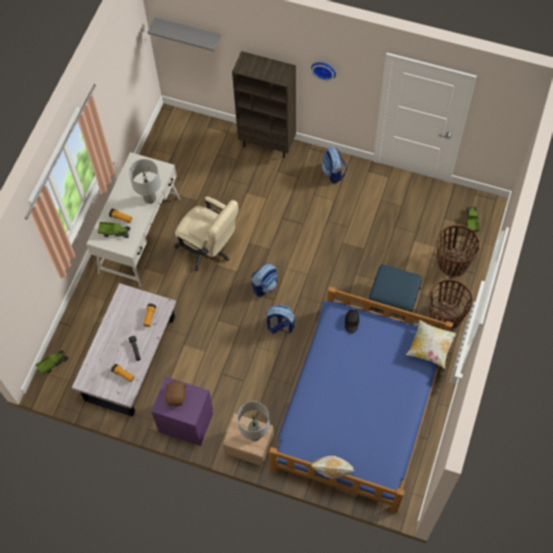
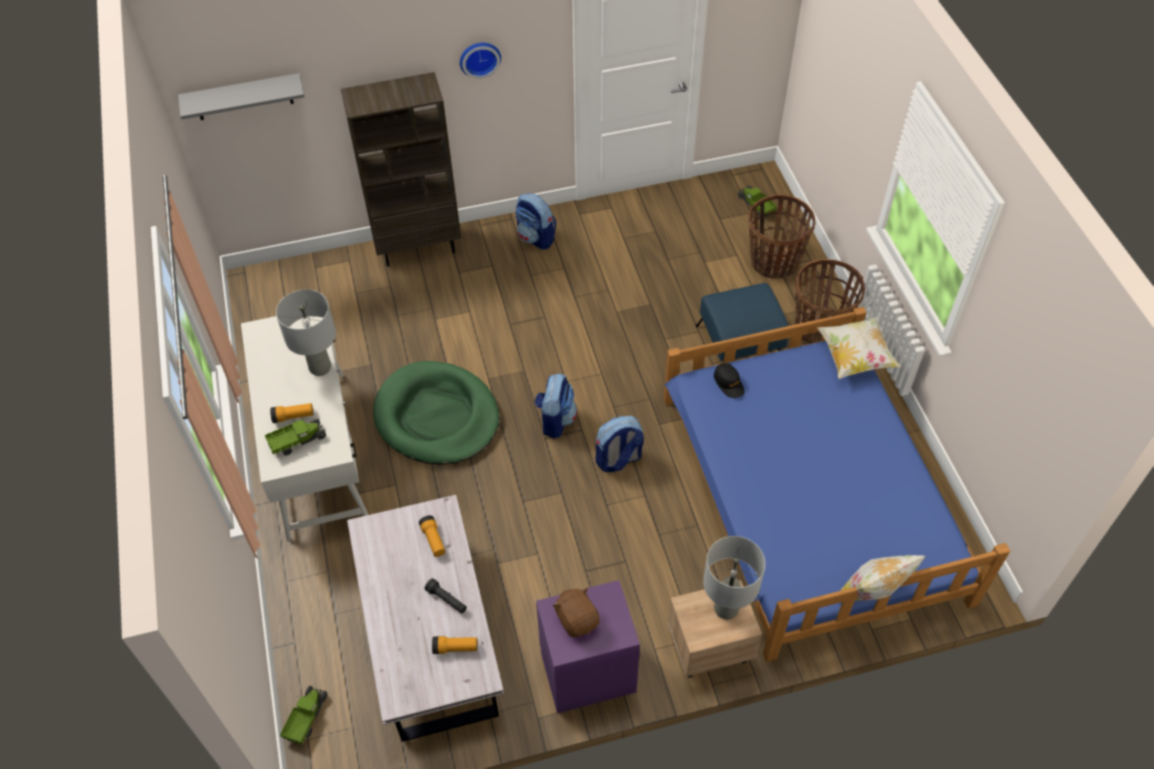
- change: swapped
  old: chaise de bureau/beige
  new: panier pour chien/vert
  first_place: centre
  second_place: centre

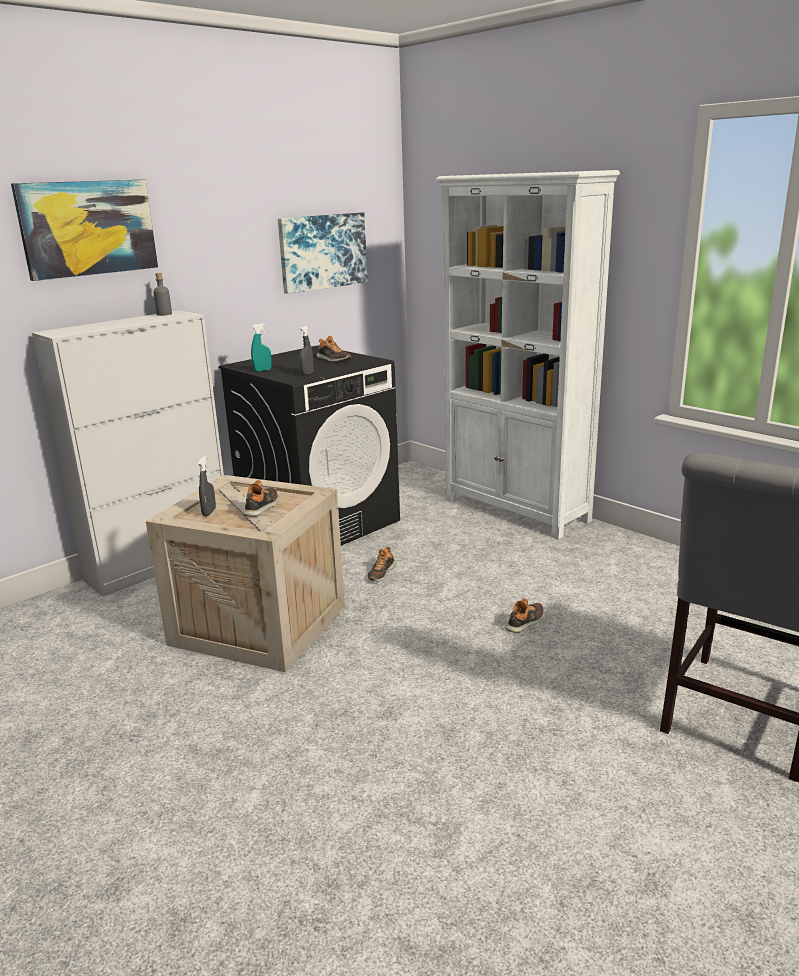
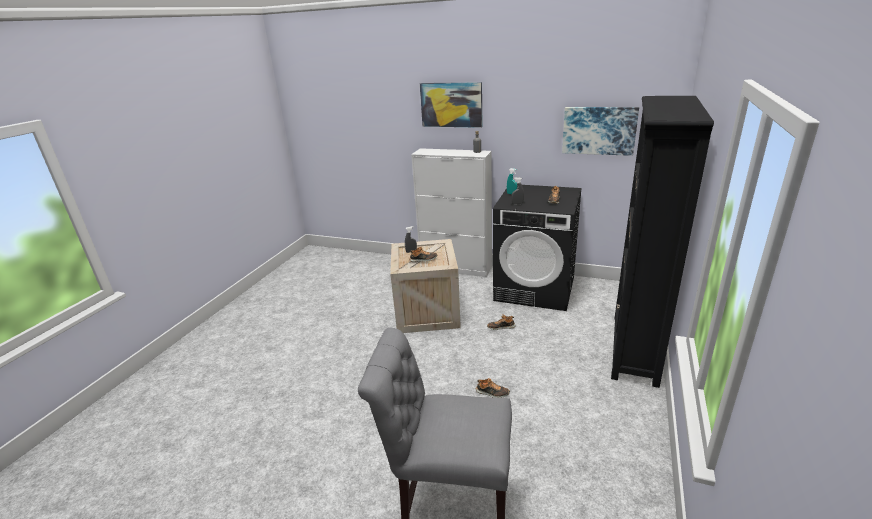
- change: repainted
  old: bibliothèque/blanc
  new: bibliothèque/noir
  first_place: centre
  second_place: middle right

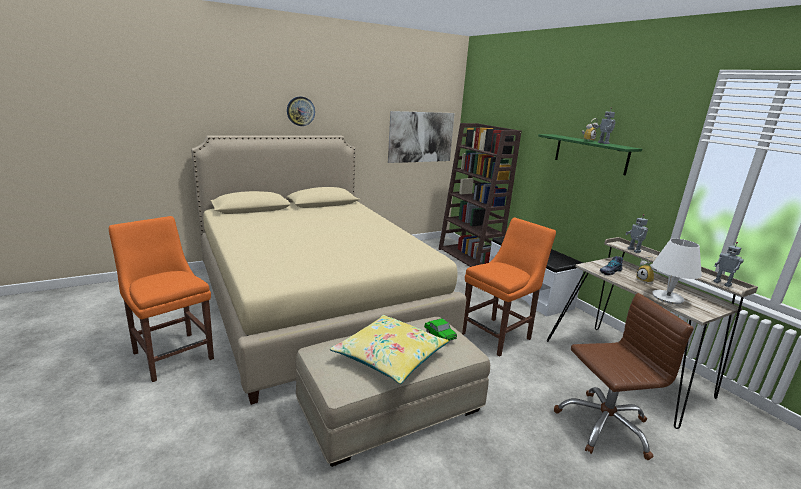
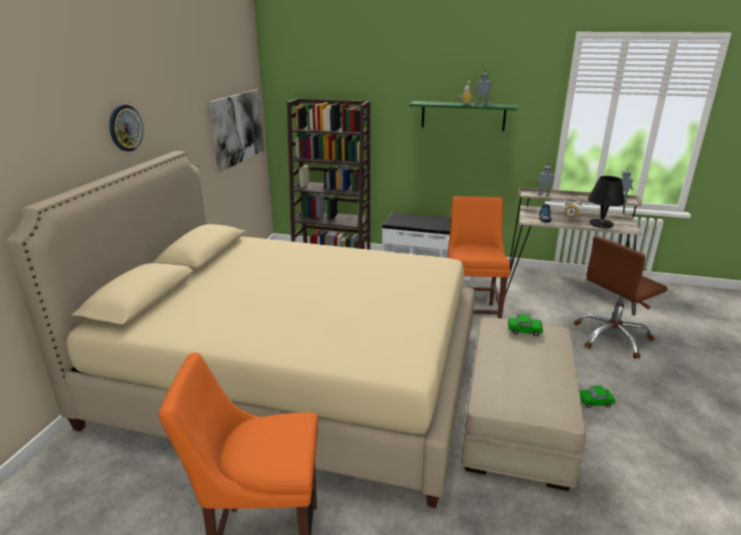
- change: gone
  old: coussin/jaune
  first_place: bottom centre
- change: rotated
  old: chaise de bureau/marron
  first_place: bottom right
  second_place: middle right
  degrees: -150
- change: repainted
  old: lampe de table/blanc
  new: lampe de table/noir
  first_place: middle right
  second_place: middle right
- change: new
  new: petite voiture (no. 2 from left)
  second_place: bottom right

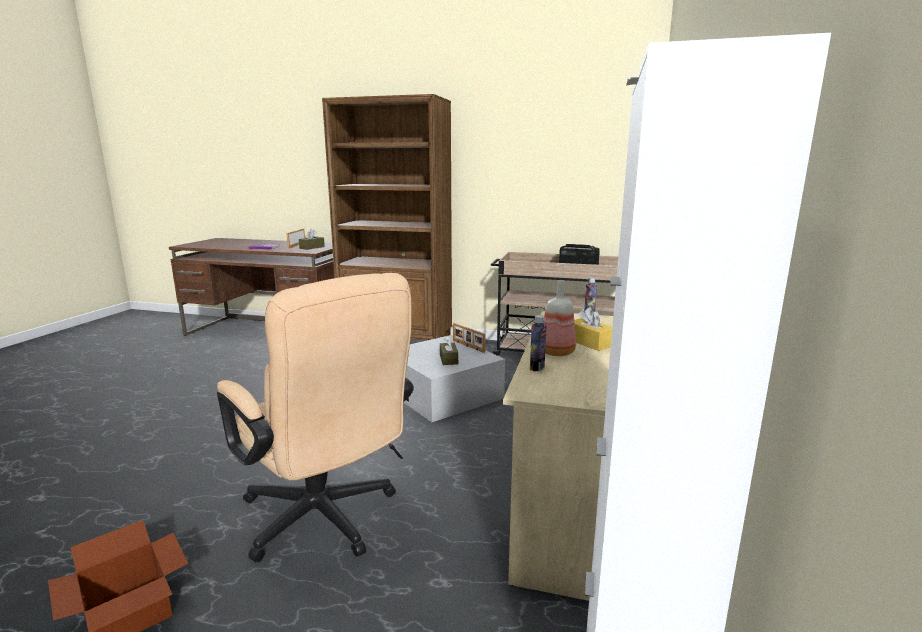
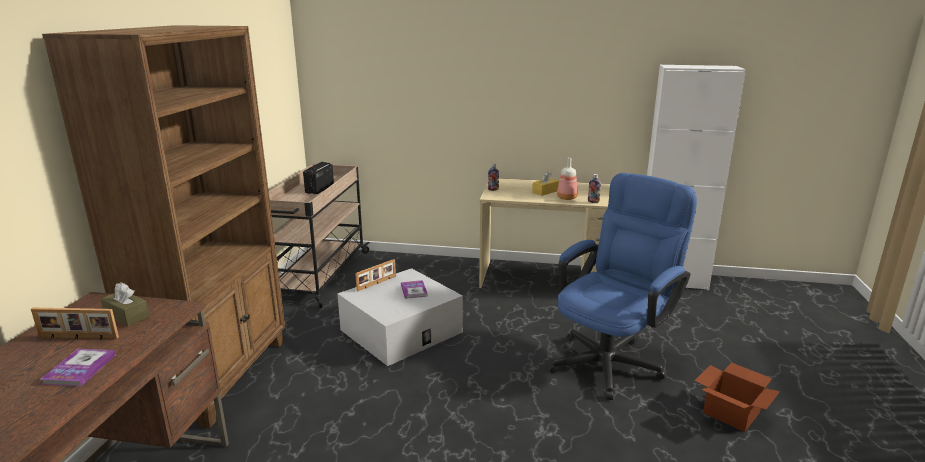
- change: repainted
  old: chaise de bureau/beige
  new: chaise de bureau/bleu
  first_place: centre
  second_place: middle right
- change: swapped
  old: boîte à mouchoirs/marron (no. 2 from left)
  new: livre (no. 2 from left)
  first_place: centre
  second_place: centre

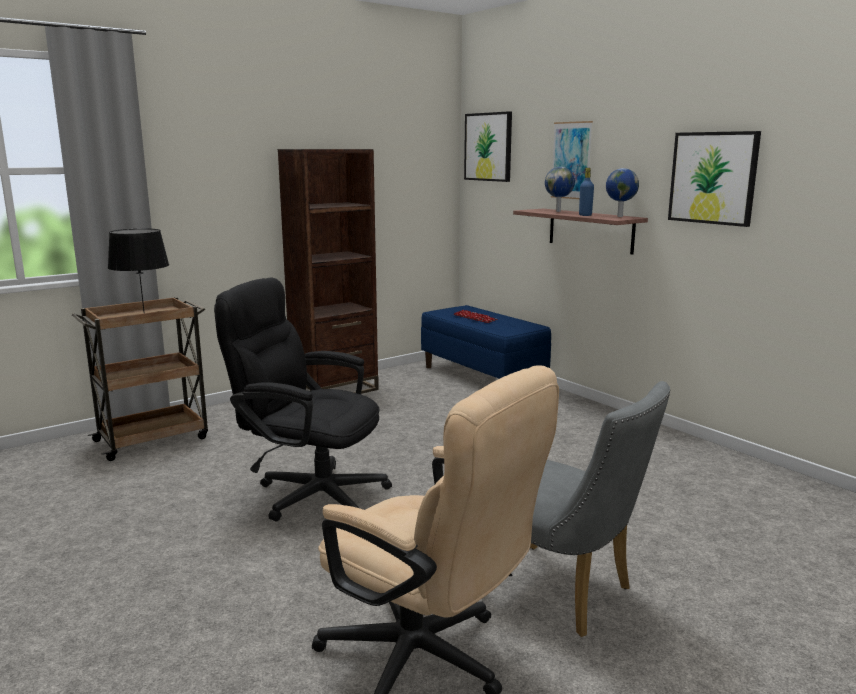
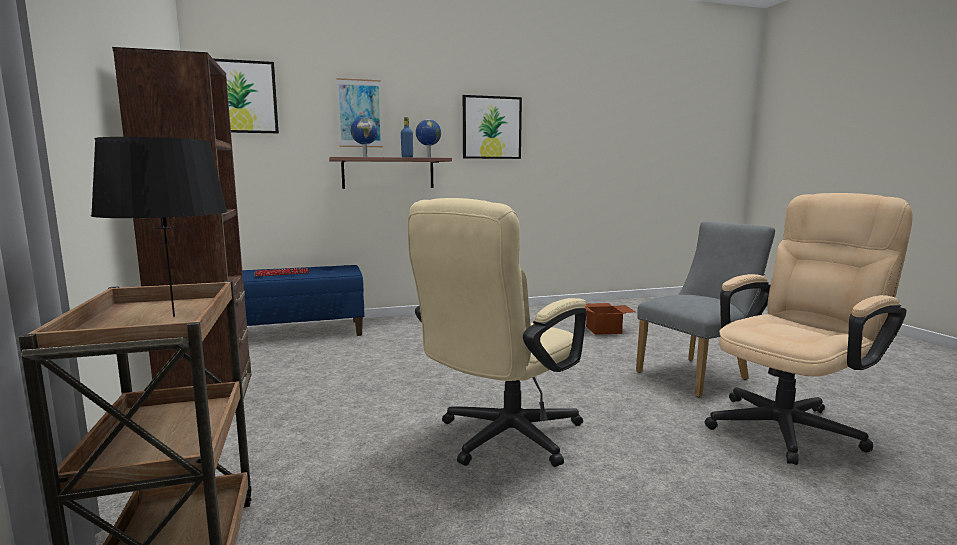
- change: repainted
  old: chaise de bureau/noir
  new: chaise de bureau/beige (no. 1 from left)
  first_place: centre
  second_place: centre
- change: new
  new: carton
  second_place: centre

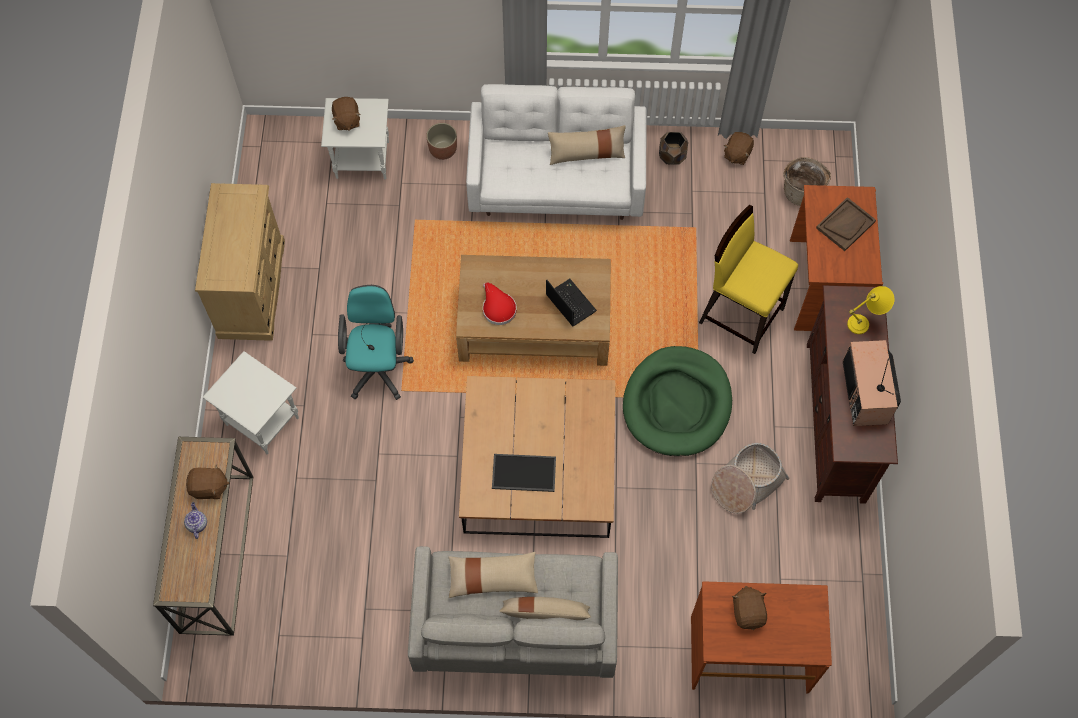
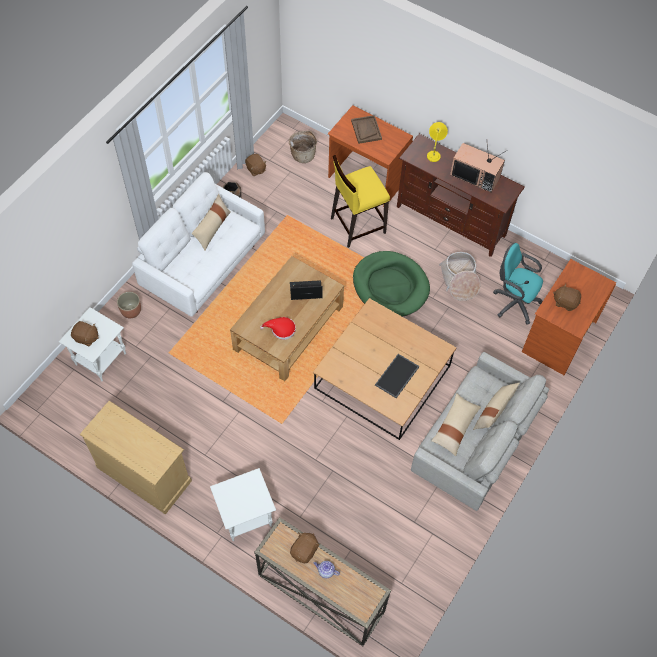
- change: shifted
  old: chaise de bureau/turquoise
  first_place: centre
  second_place: middle right

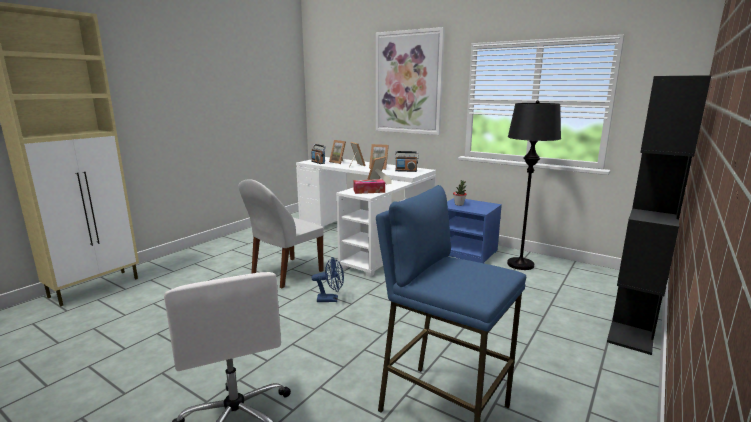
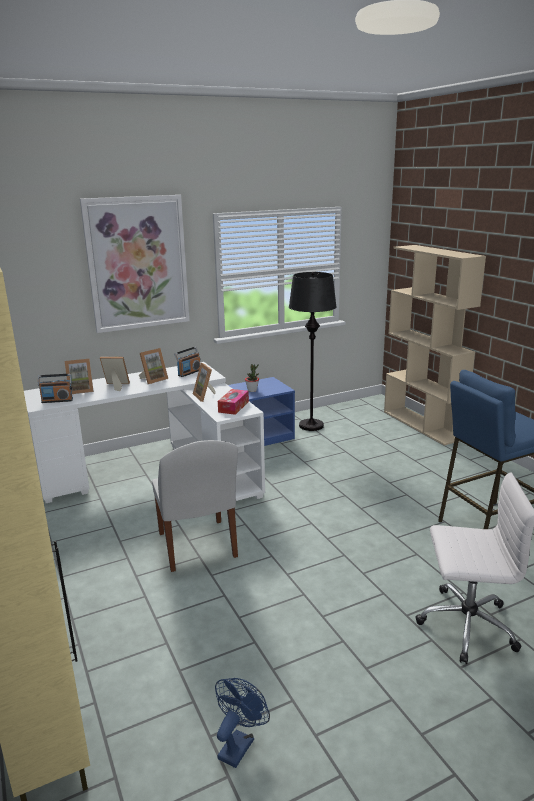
- change: shifted
  old: ventilateur/bleu
  first_place: centre
  second_place: bottom centre
- change: repainted
  old: bibliothèque/noir
  new: bibliothèque/beige
  first_place: middle right
  second_place: middle right

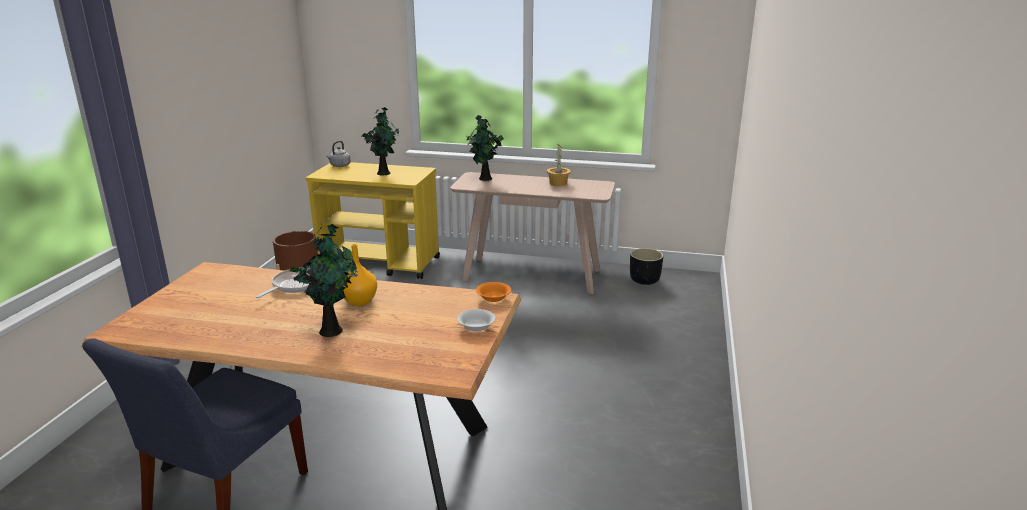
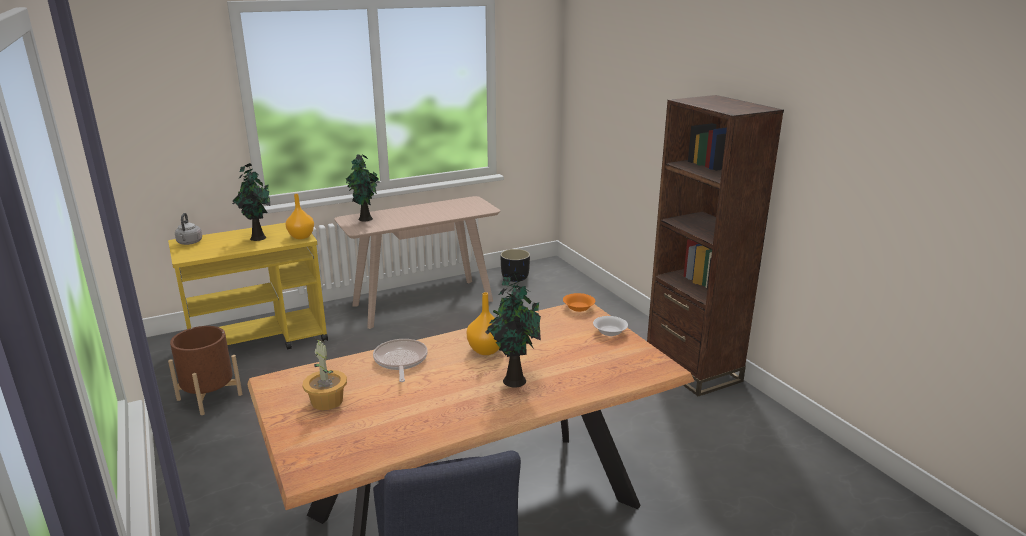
- change: shifted
  old: plante en pot (no. 4 from left in the first image)
  new: plante en pot (no. 2 from left)
  first_place: top centre
  second_place: bottom left
- change: new
  new: vase/orange (no. 1 from left)
  second_place: middle left
- change: new
  new: bibliothèque/marron
  second_place: middle right

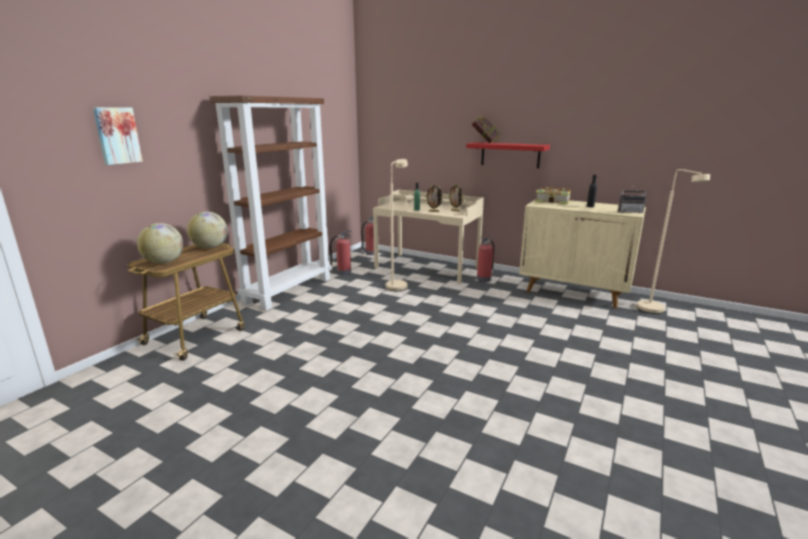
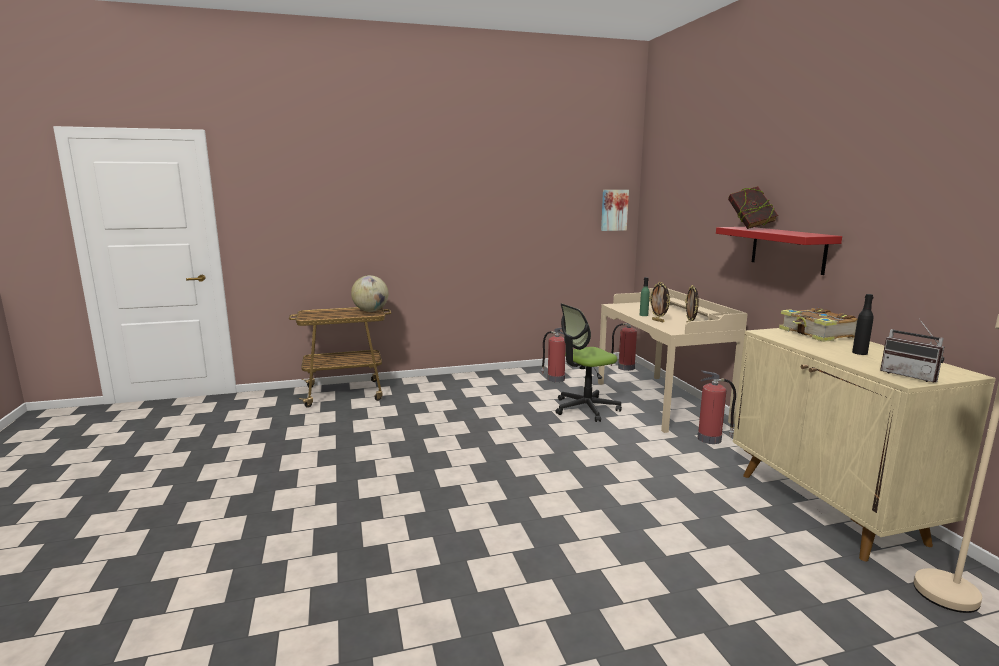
- change: shifted
  old: tableau
  first_place: top left
  second_place: top centre
- change: gone
  old: globe (no. 1 from left)
  first_place: middle left
- change: gone
  old: bibliothèque/marron
  first_place: centre
- change: swapped
  old: lampadaire/beige (no. 1 from left)
  new: chaise de bureau
  first_place: centre
  second_place: centre

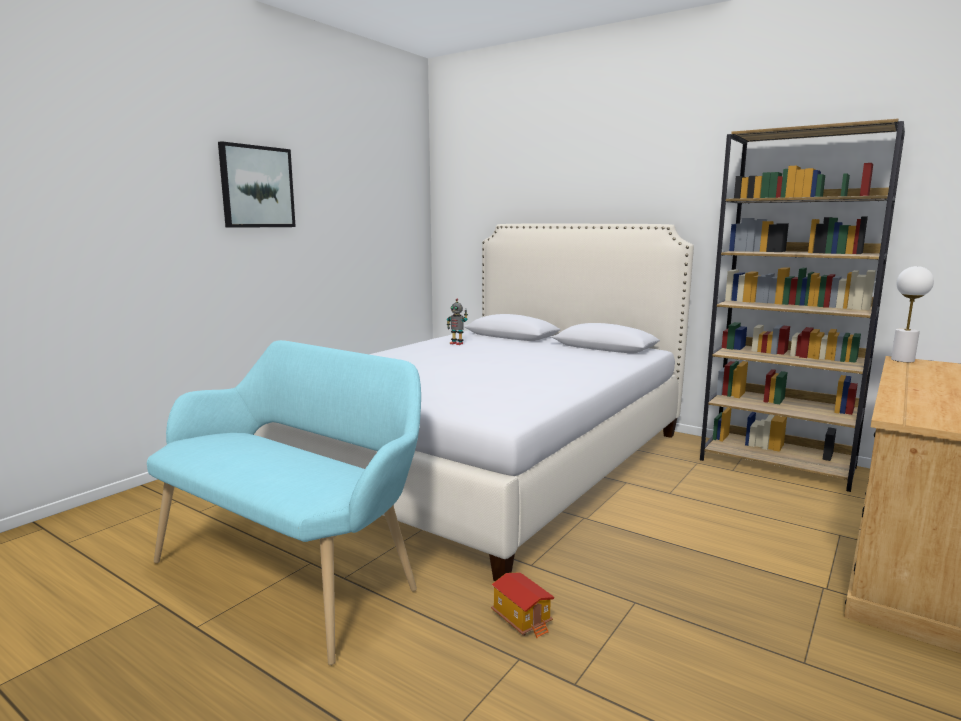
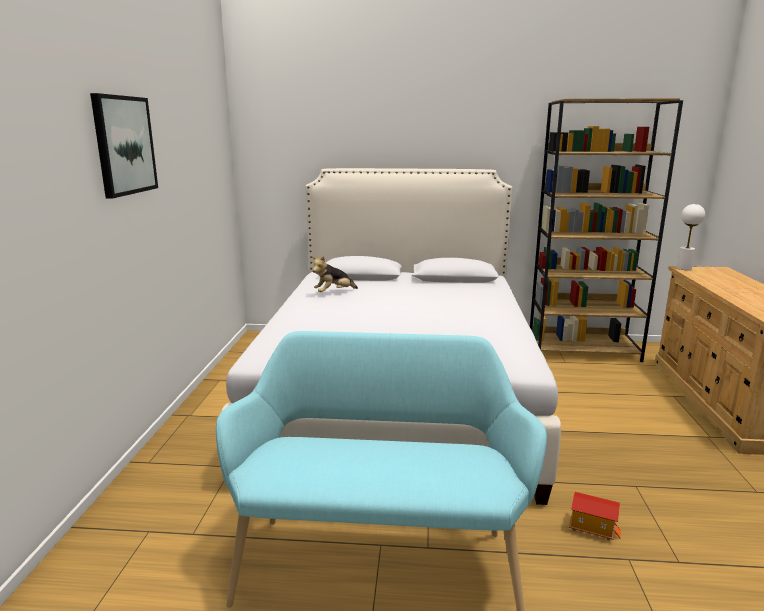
- change: swapped
  old: robot jouet
  new: peluche
  first_place: centre
  second_place: centre

